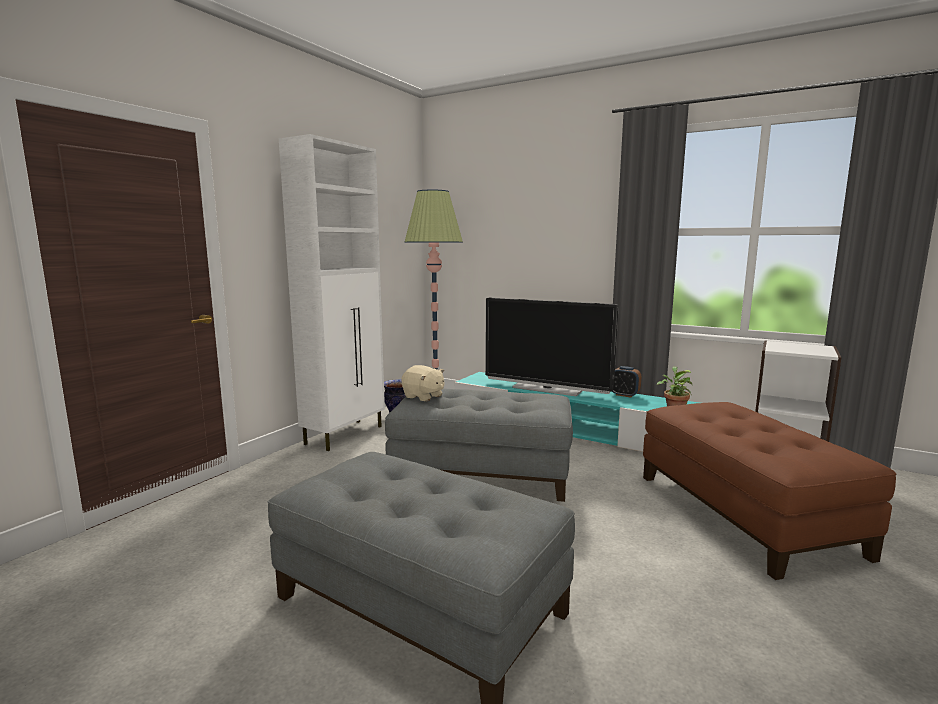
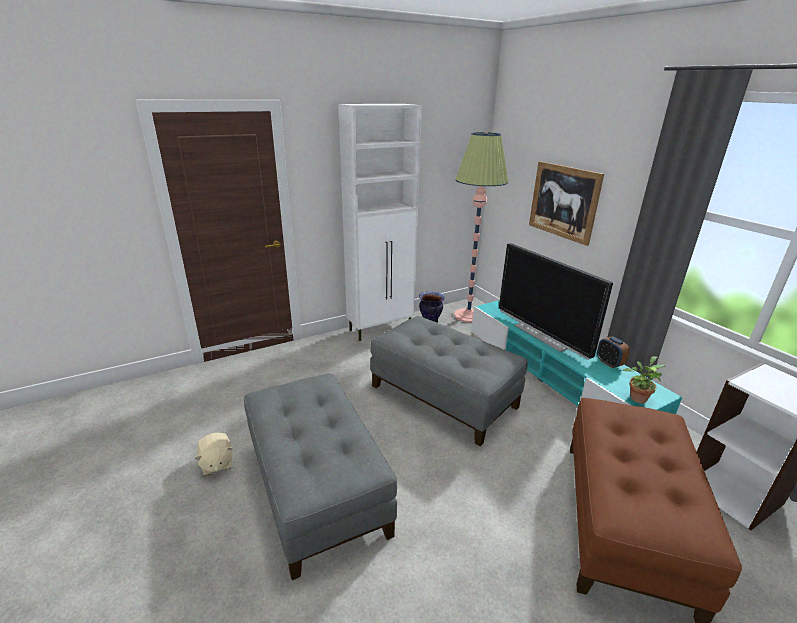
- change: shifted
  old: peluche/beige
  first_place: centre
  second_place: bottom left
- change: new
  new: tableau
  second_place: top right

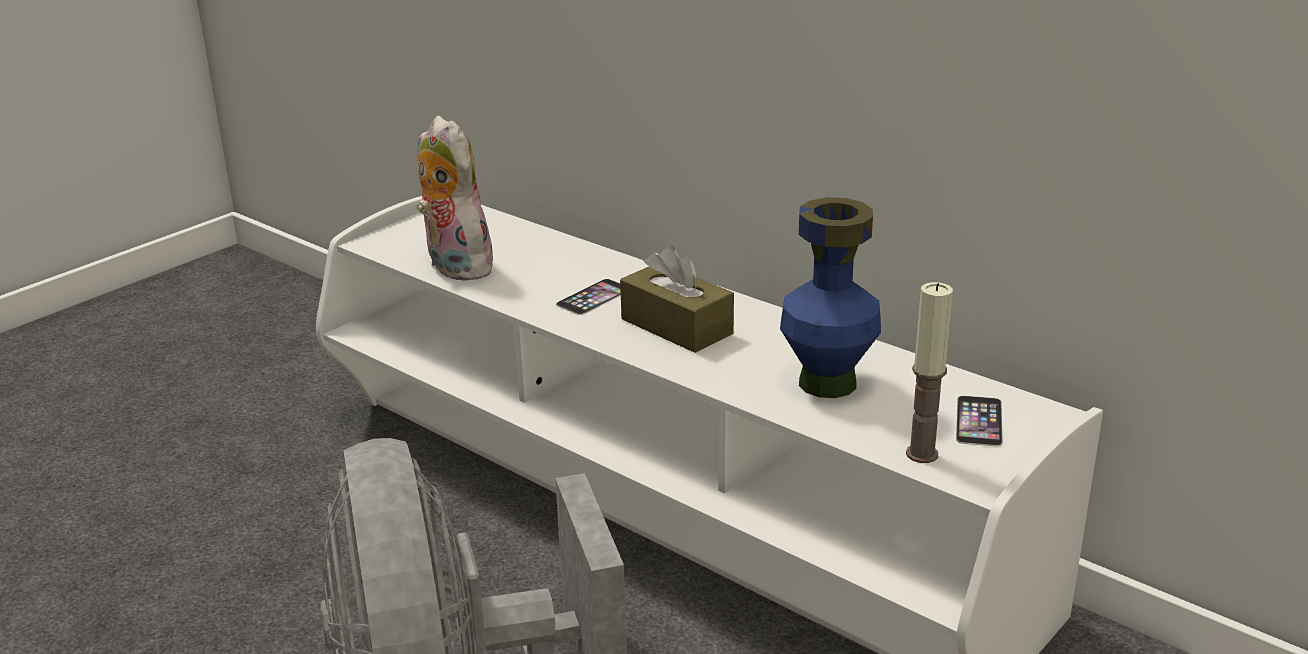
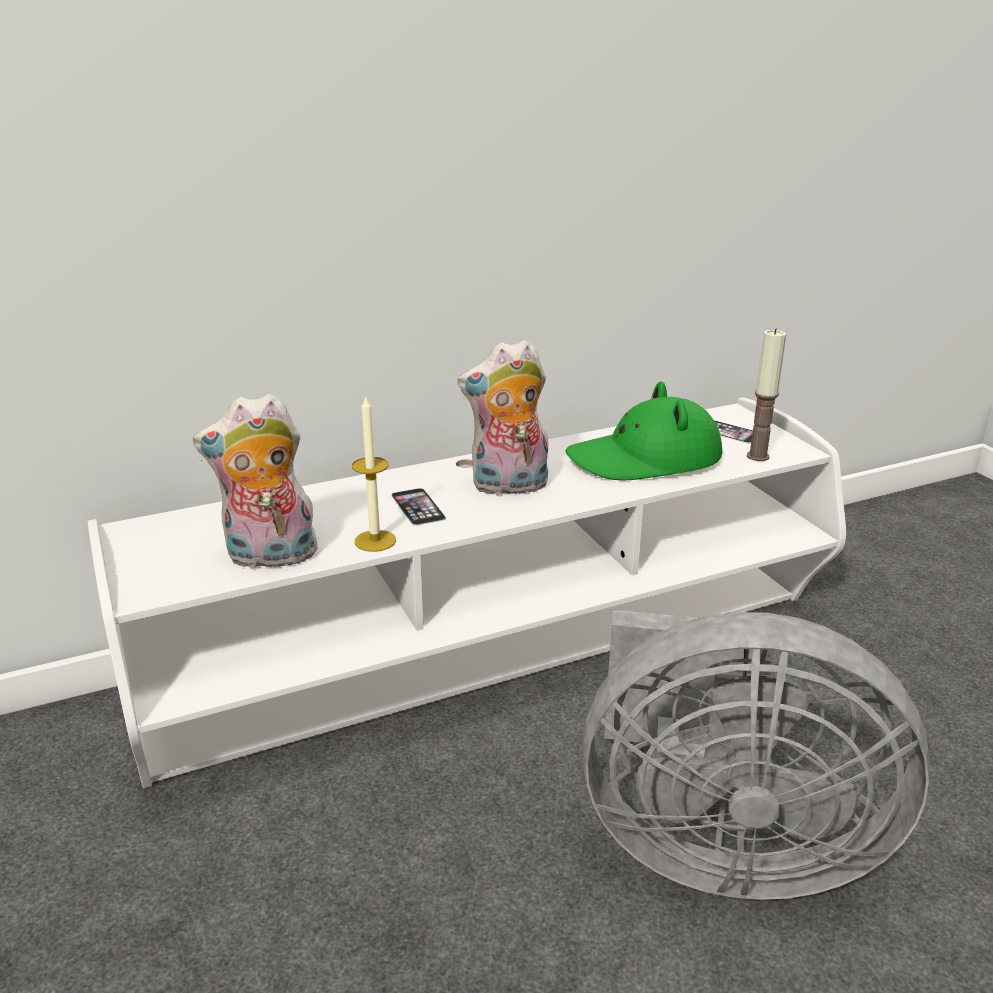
- change: swapped
  old: boîte à mouchoirs/marron
  new: peluche (no. 2 from left)
  first_place: centre
  second_place: centre
- change: swapped
  old: vase/bleu
  new: chapeau/vert
  first_place: centre
  second_place: centre
- change: new
  new: bougie (no. 1 from left)
  second_place: centre

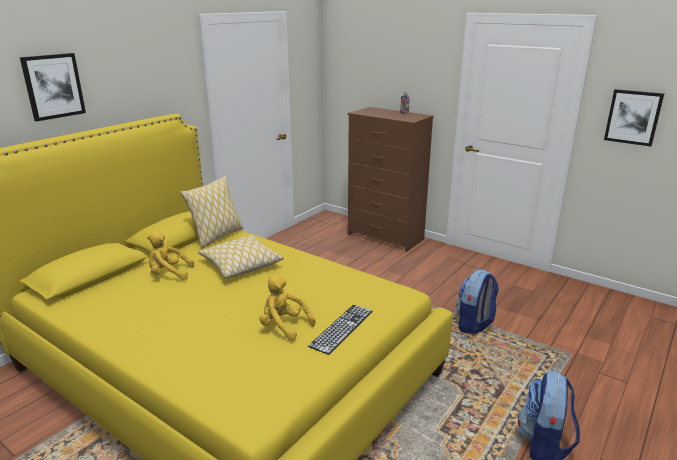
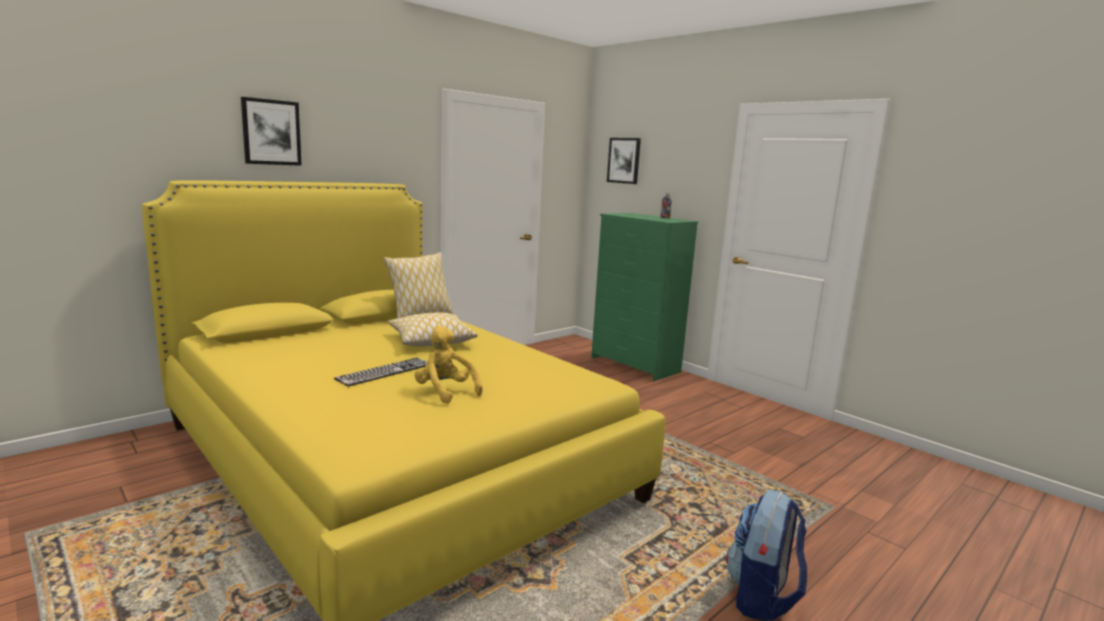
- change: gone
  old: peluche/jaune (no. 1 from left)
  first_place: middle left
- change: shifted
  old: clavier
  first_place: bottom centre
  second_place: centre
- change: repainted
  old: commode/marron
  new: commode/vert
  first_place: centre
  second_place: centre
- change: gone
  old: sac à dos (no. 1 from left)
  first_place: middle right
- change: shifted
  old: tableau (no. 2 from left)
  first_place: top right
  second_place: top centre

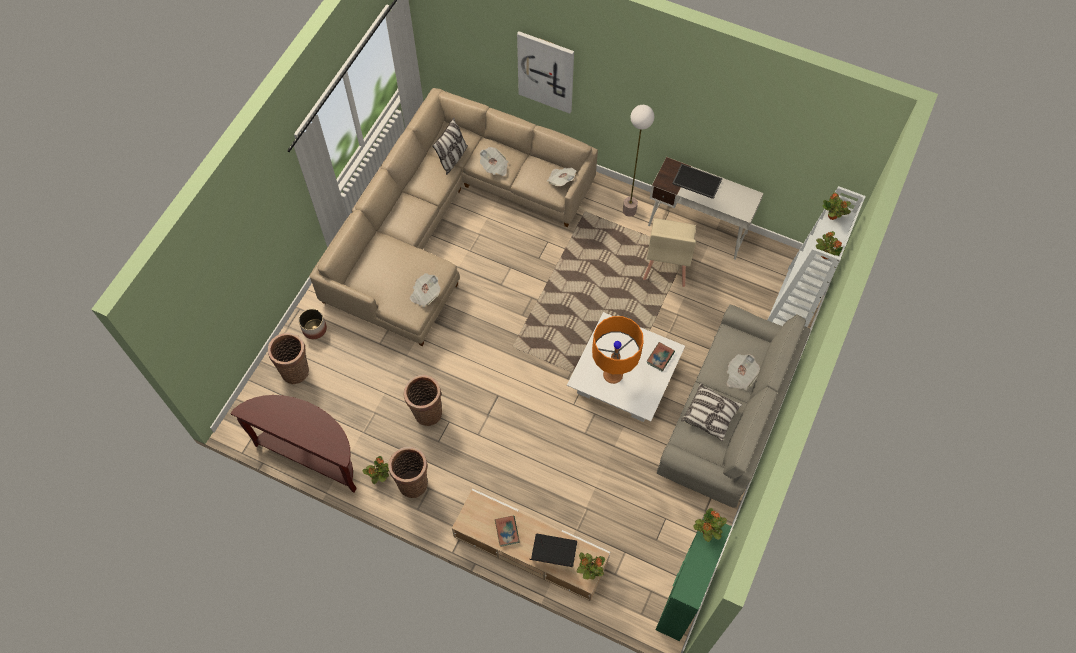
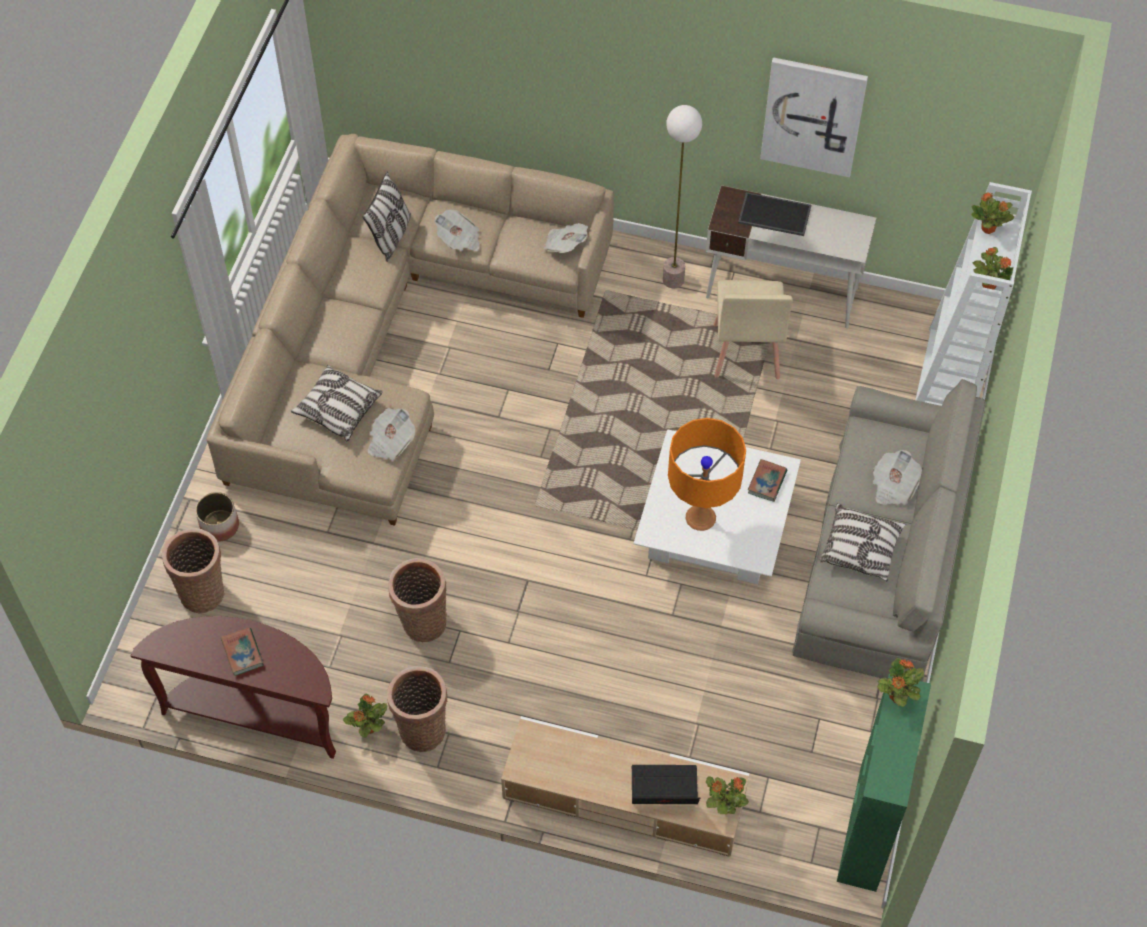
- change: shifted
  old: livre (no. 1 from left)
  first_place: bottom centre
  second_place: bottom left
- change: shifted
  old: tableau
  first_place: top centre
  second_place: top right
- change: new
  new: coussin (no. 1 from left)
  second_place: middle left

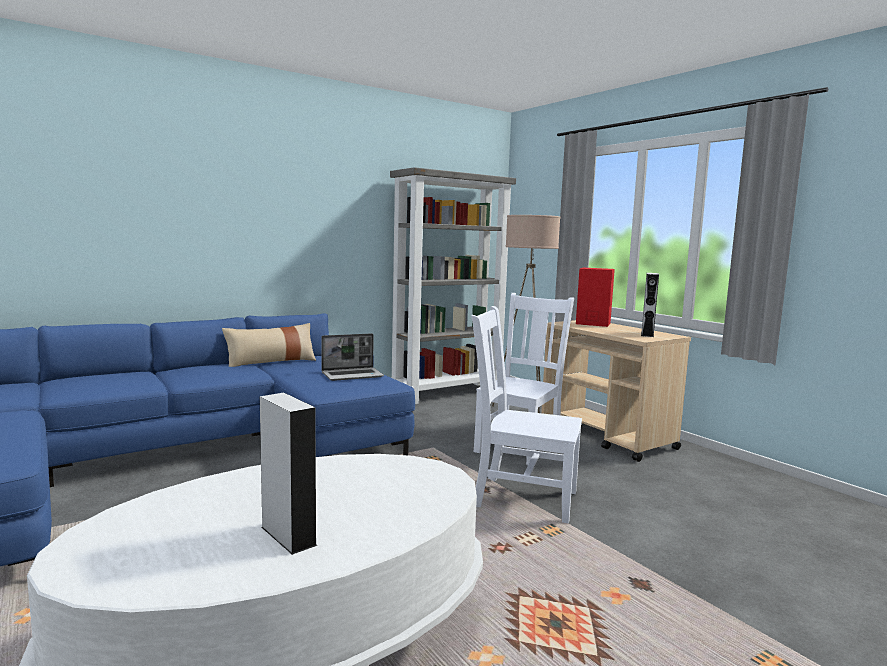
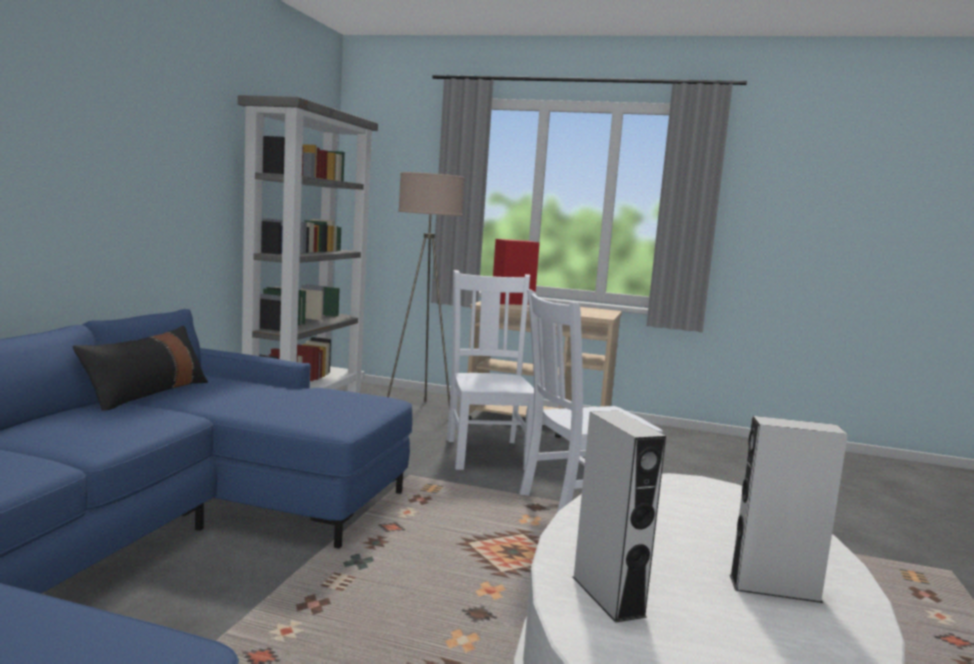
- change: repainted
  old: coussin/beige
  new: coussin/noir
  first_place: middle left
  second_place: middle left
- change: gone
  old: ordinateur portable
  first_place: centre
- change: shifted
  old: enceinte/gris (no. 2 from left in the first image)
  new: enceinte/gris (no. 1 from left)
  first_place: middle right
  second_place: bottom centre

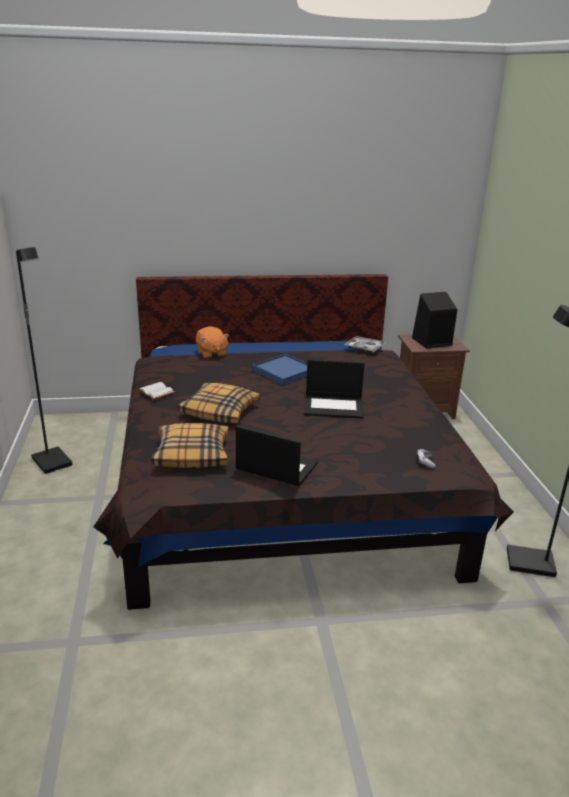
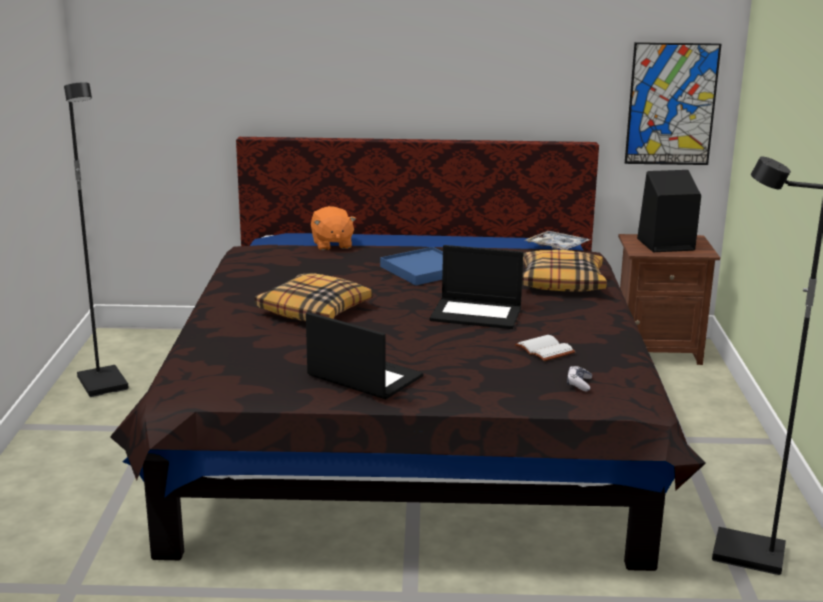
- change: shifted
  old: livre/blanc
  first_place: middle left
  second_place: centre
- change: shifted
  old: coussin (no. 1 from left in the first image)
  new: coussin (no. 2 from left)
  first_place: centre
  second_place: middle right
- change: new
  new: tableau
  second_place: top right

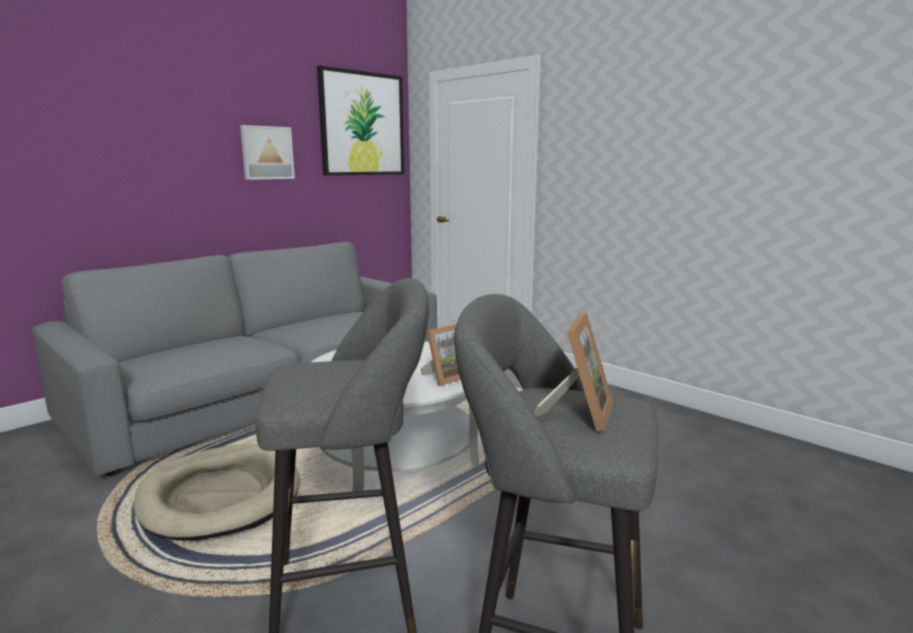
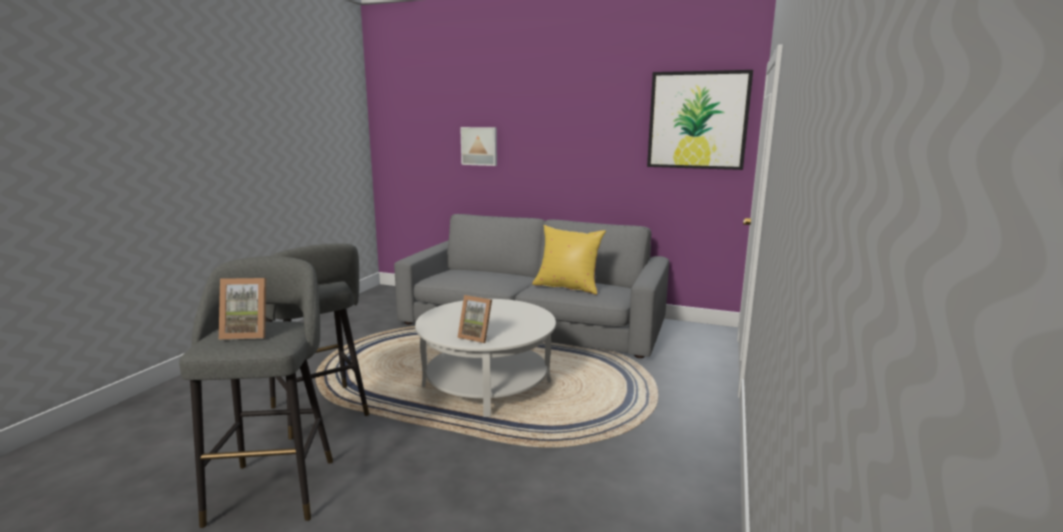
- change: gone
  old: panier pour chien/beige
  first_place: bottom left
- change: shifted
  old: tableau (no. 1 from left)
  first_place: top left
  second_place: top centre
- change: new
  new: coussin/jaune
  second_place: centre

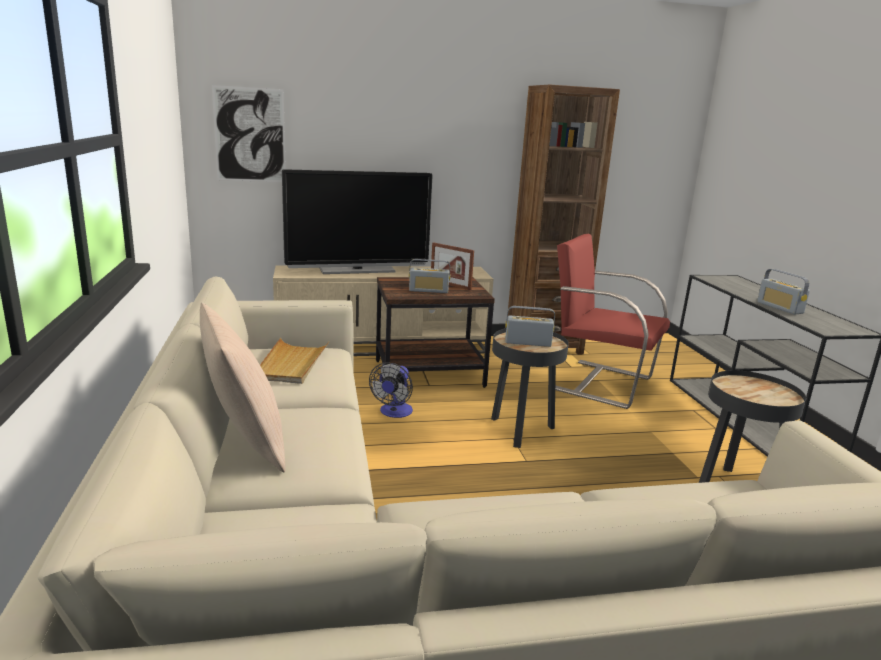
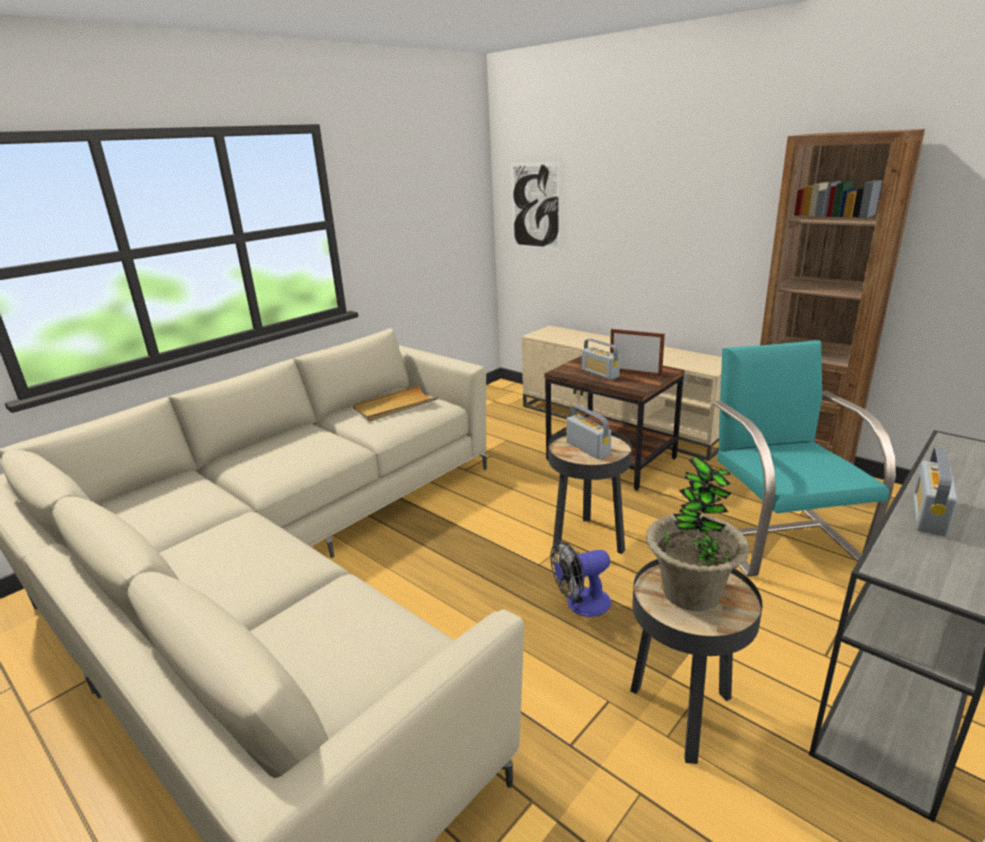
- change: gone
  old: coussin/beige
  first_place: middle left
- change: gone
  old: téléviseur
  first_place: centre
- change: shifted
  old: ventilateur
  first_place: centre
  second_place: bottom centre
- change: rotated
  old: cadre photo
  first_place: centre
  second_place: centre
  degrees: 120
- change: repainted
  old: fauteuil/rouge
  new: fauteuil/turquoise
  first_place: middle right
  second_place: middle right
- change: new
  new: plante en pot
  second_place: middle right

